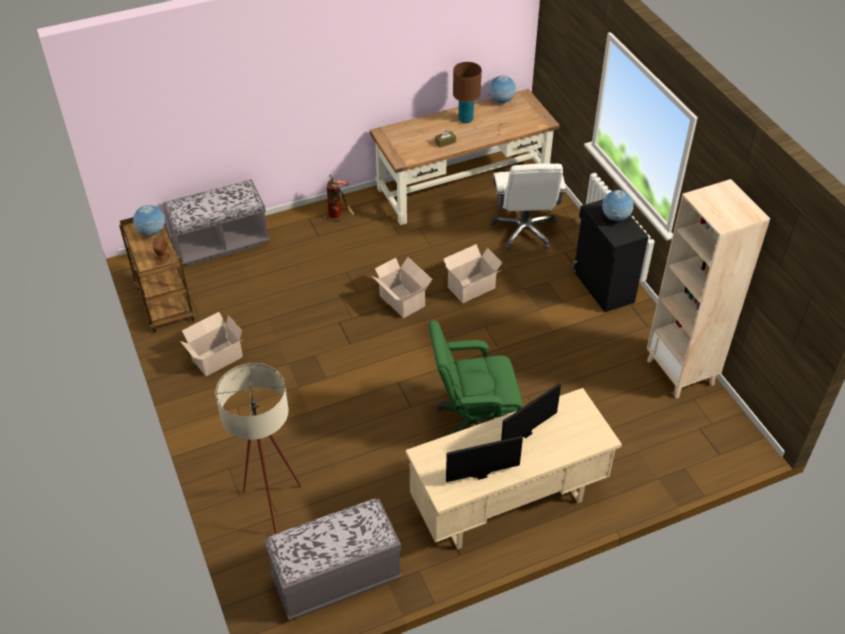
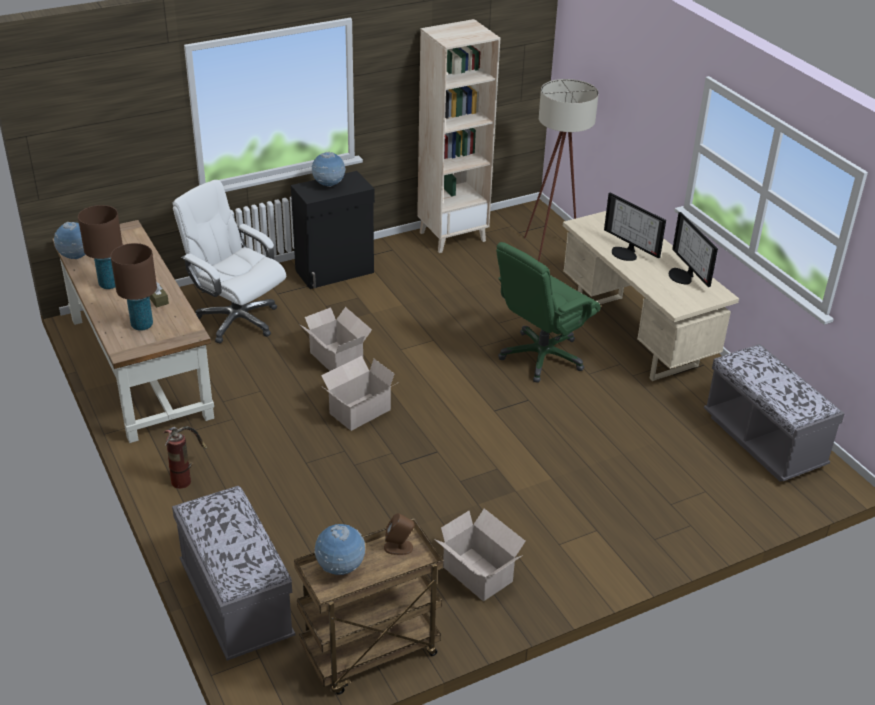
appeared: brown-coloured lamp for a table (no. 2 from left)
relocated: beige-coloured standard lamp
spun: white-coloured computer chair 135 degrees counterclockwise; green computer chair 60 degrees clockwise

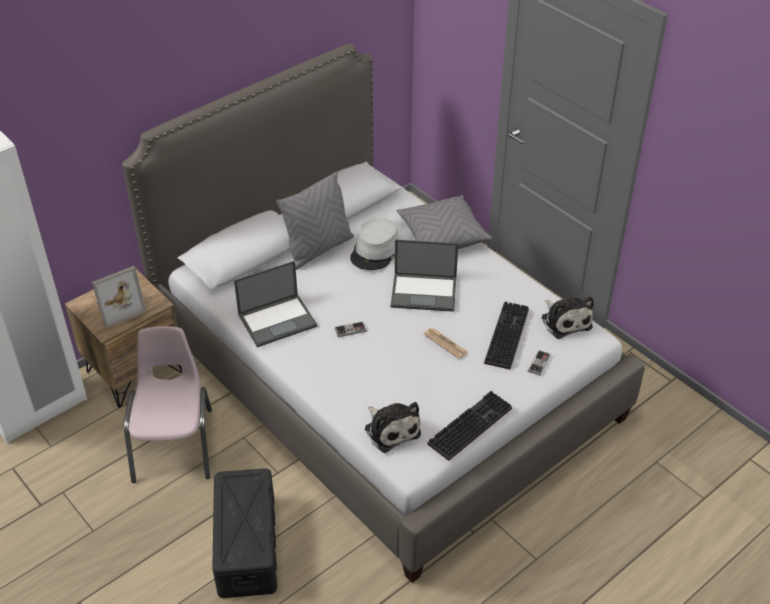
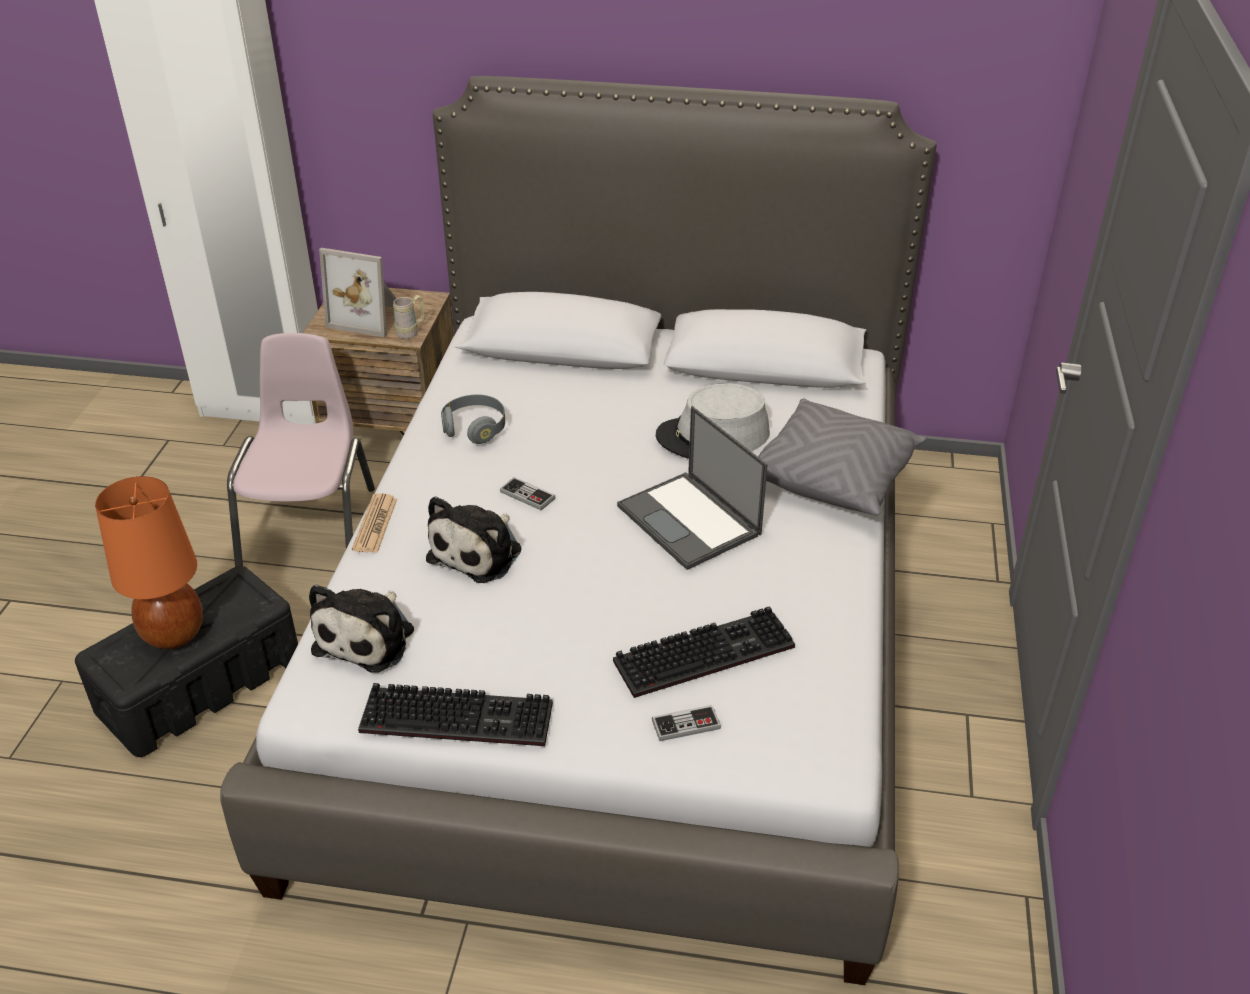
missing: grey throw pillow (no. 1 from left)
appeared: beige-coloured mug; orange-coloured lamp for a table
relocated: cuddly toy (no. 2 from left); newspaper
exchanged: portable computer (no. 1 from left) to grey headset
spun: pink chair 45 degrees counterclockwise

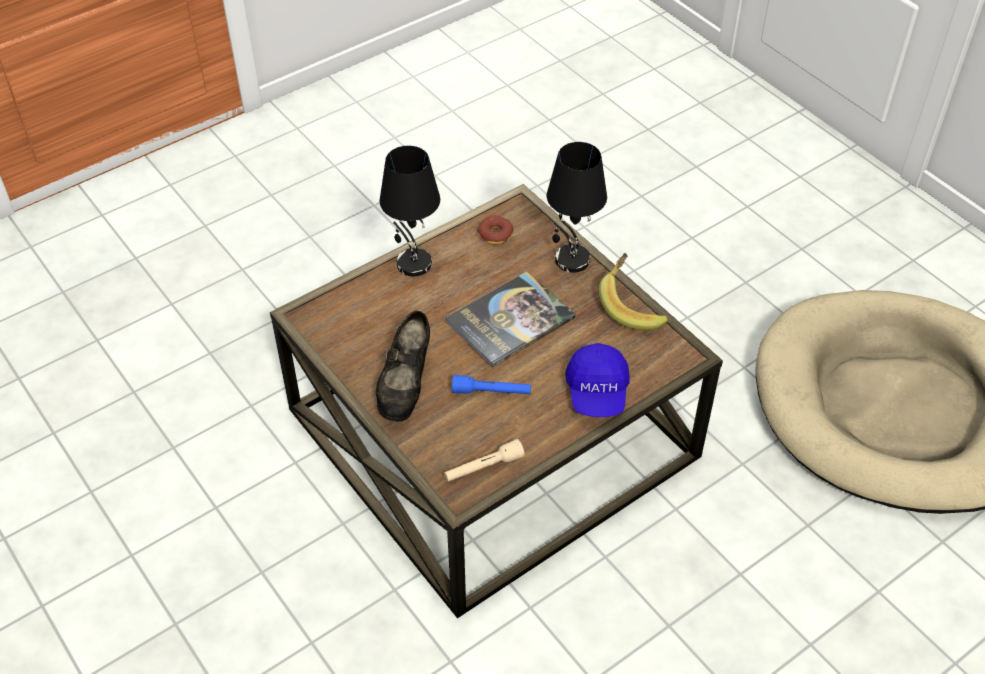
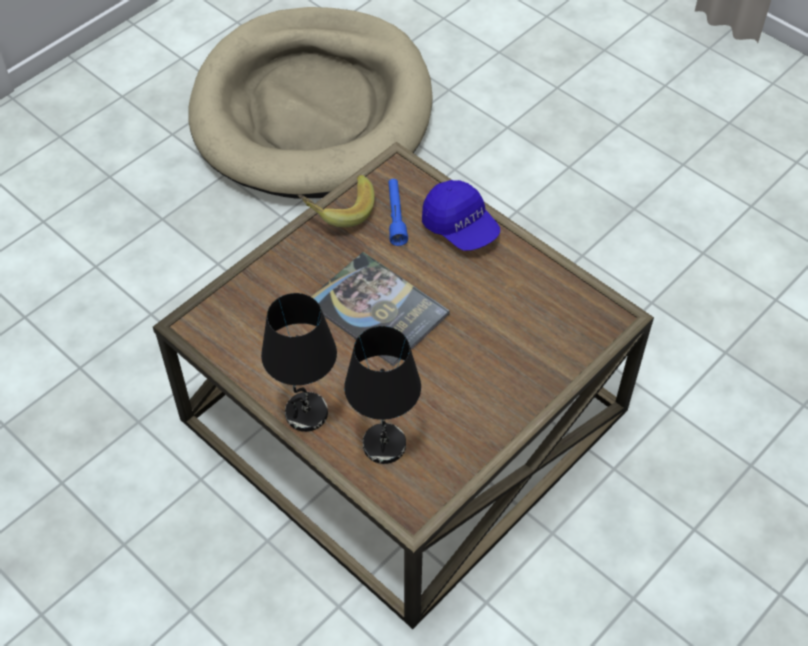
missing: donut; blackish low shoe; beige-coloured flashlight
relocated: blackish lamp for a table (no. 2 from left); blue flashlight
spun: blue cap 60 degrees clockwise

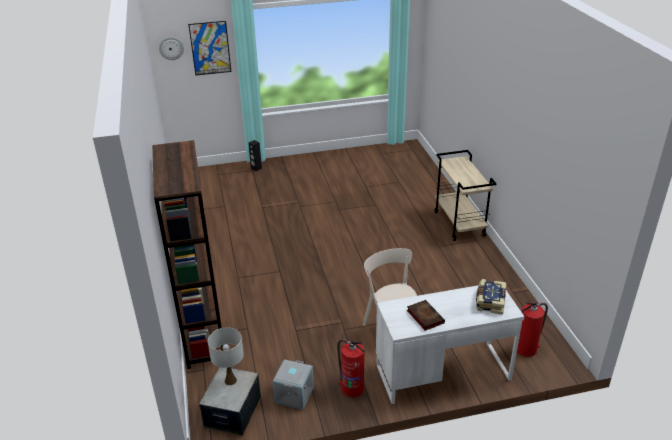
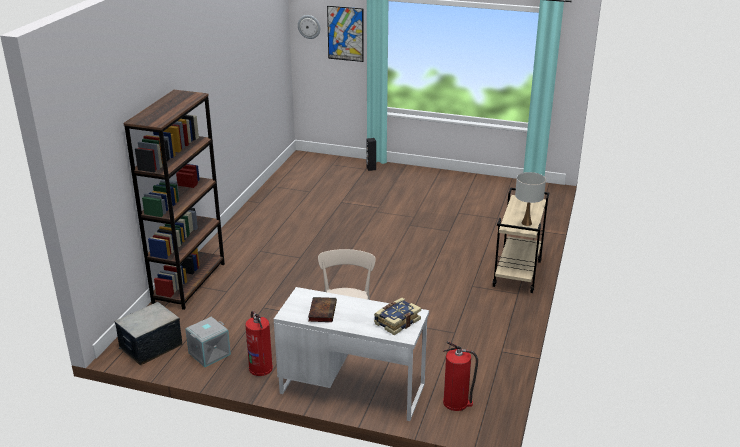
relocated: white-coloured lamp for a table

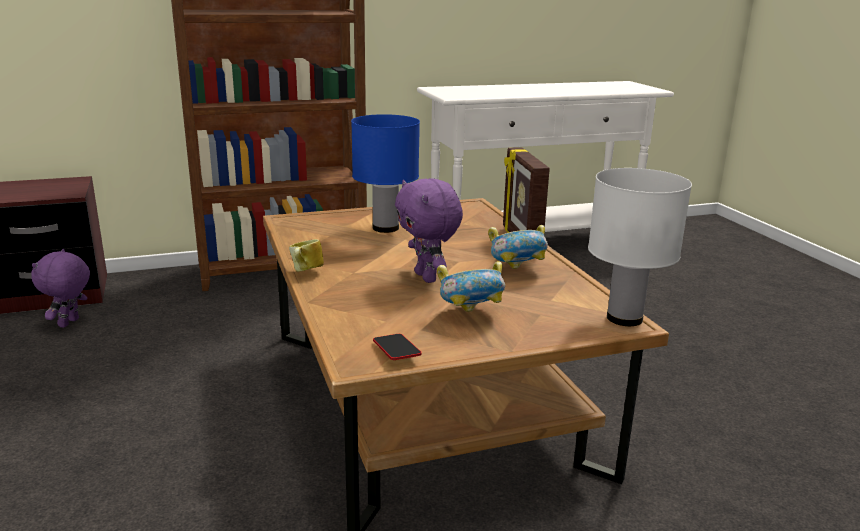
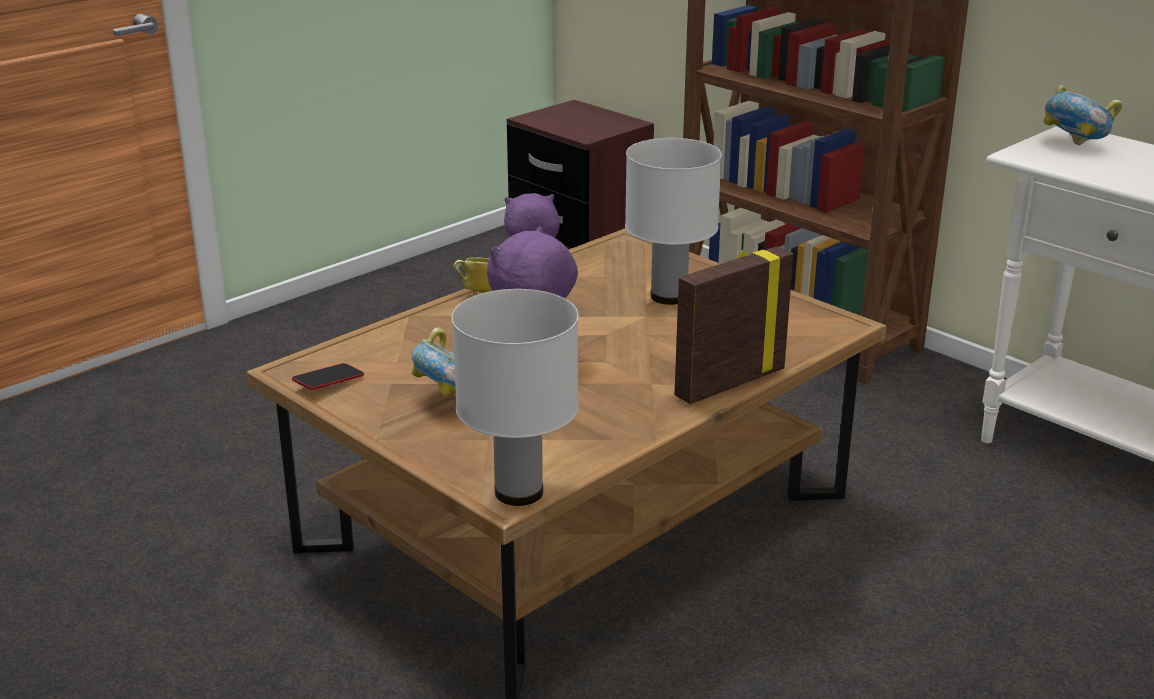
relocated: deep dish (no. 2 from left)
colour: blue lamp for a table to white-coloured lamp for a table (no. 2 from left)

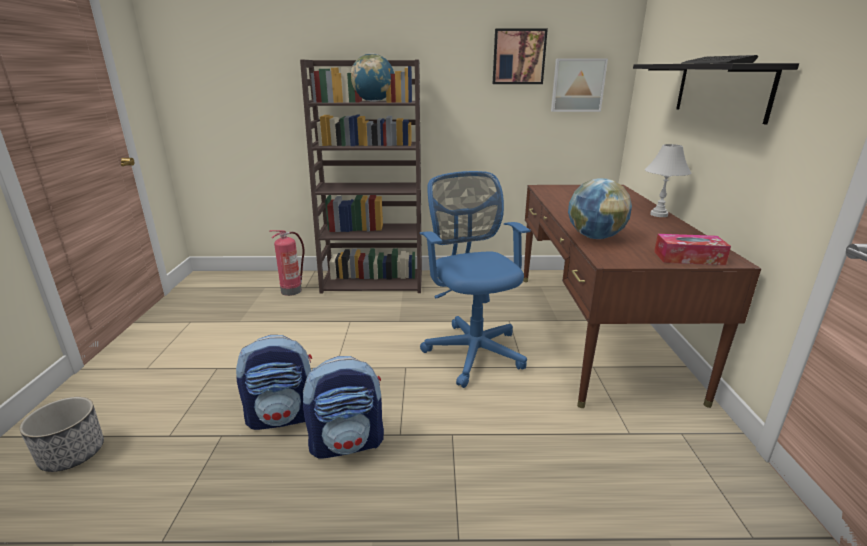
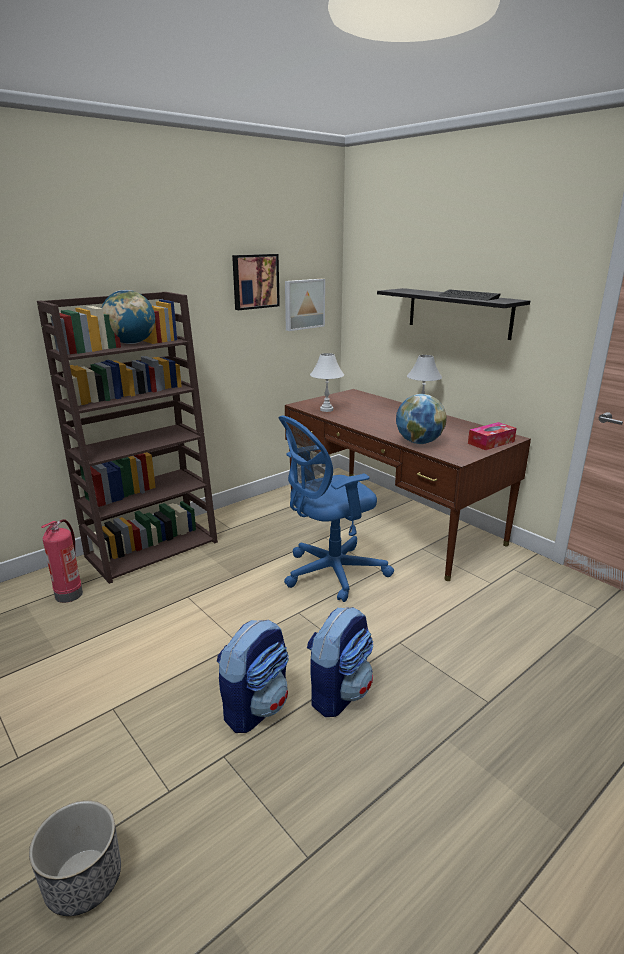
appeared: white-coloured lamp for a table (no. 1 from left)
spun: blue computer chair 60 degrees counterclockwise

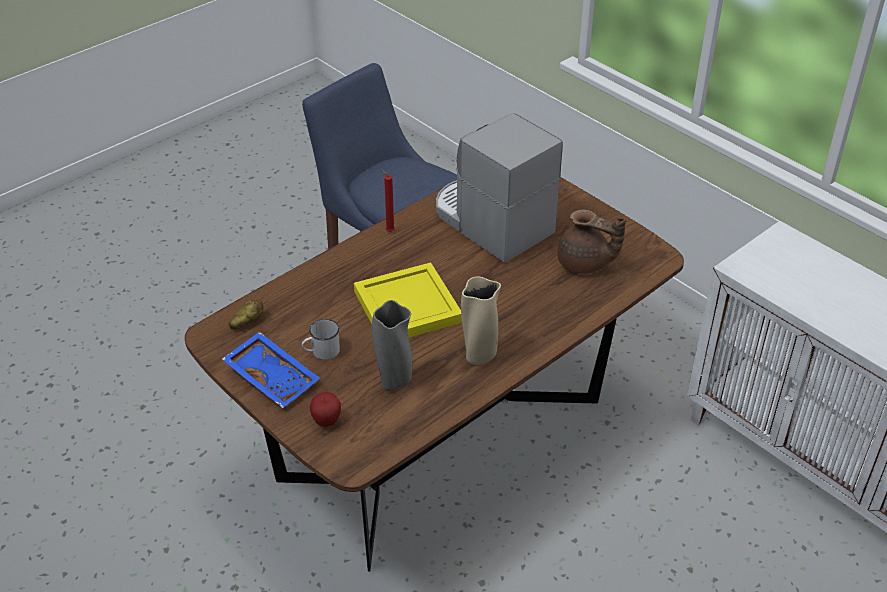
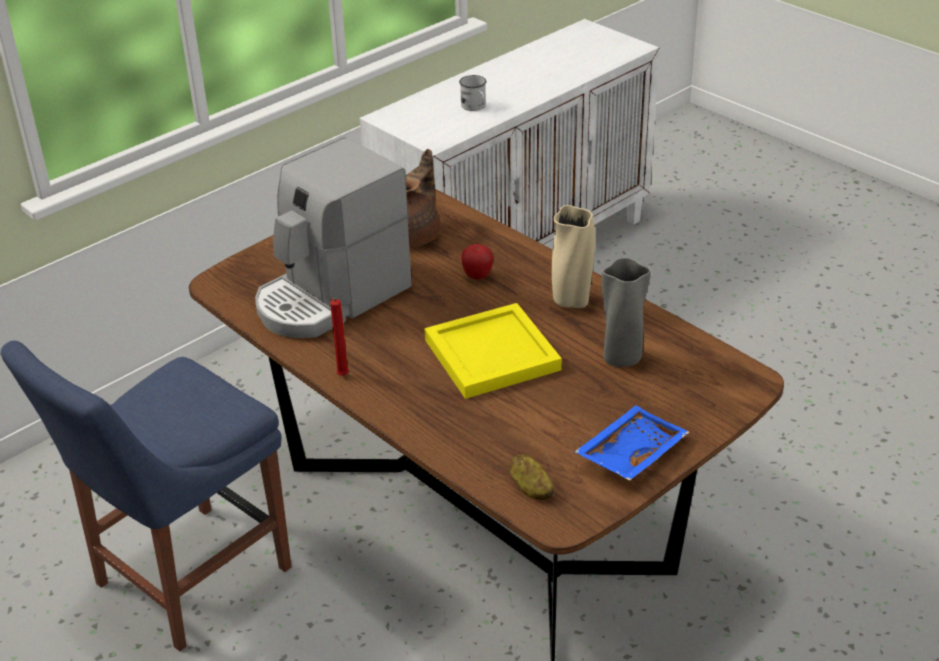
relocated: white-coloured mug; apple

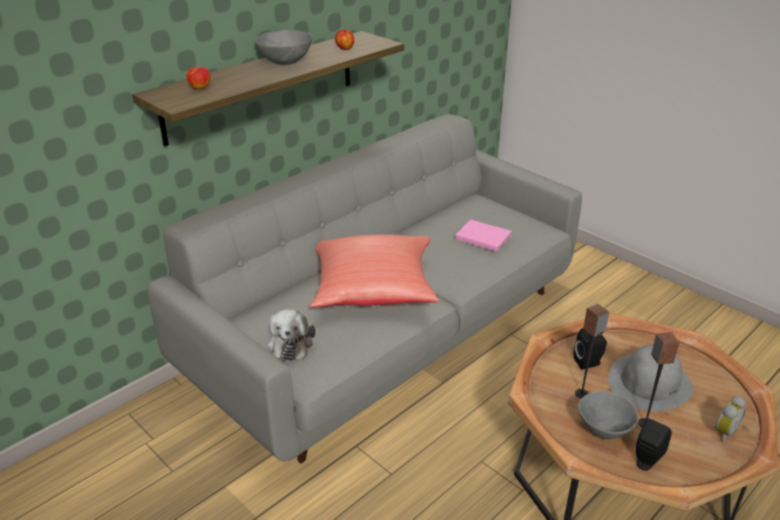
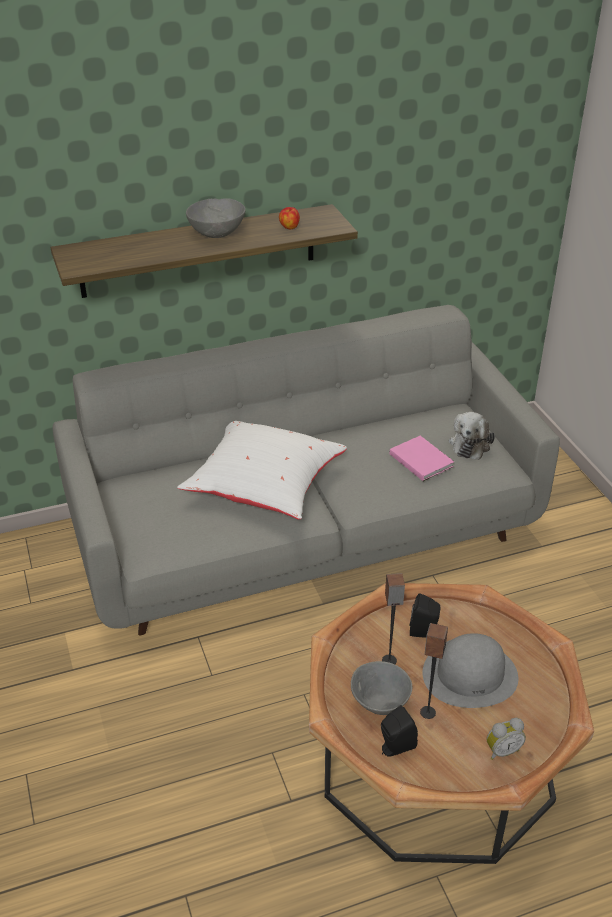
missing: apple (no. 1 from left)
relocated: cuddly toy
colour: reddish throw pillow to white-coloured throw pillow

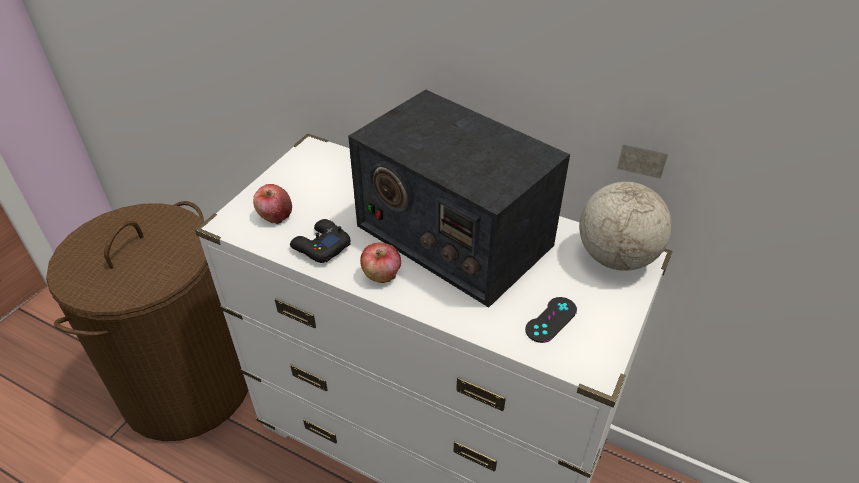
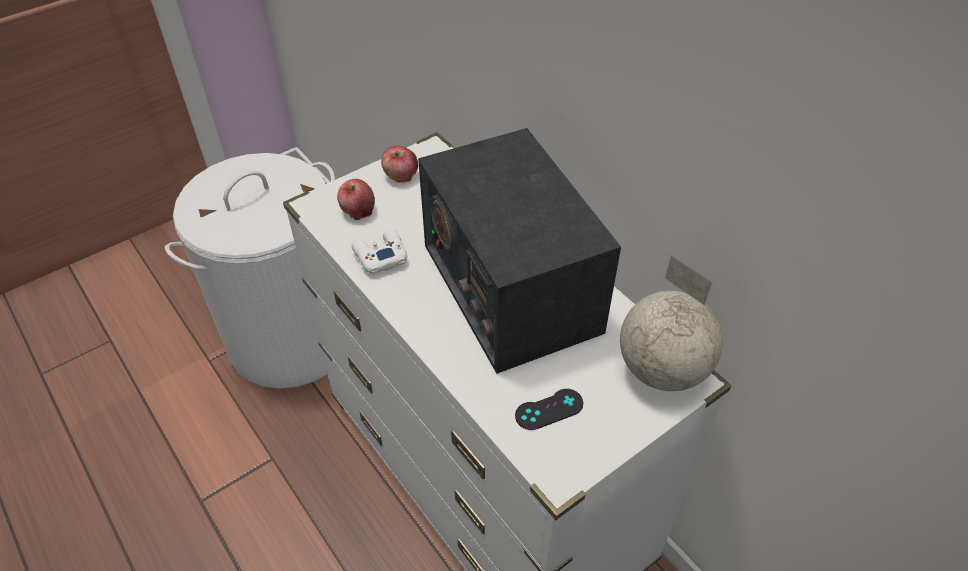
relocated: apple (no. 2 from left)
colour: brown-coloured laundry basket to white-coloured laundry basket; blackish gamepad (no. 1 from left) to white-coloured gamepad

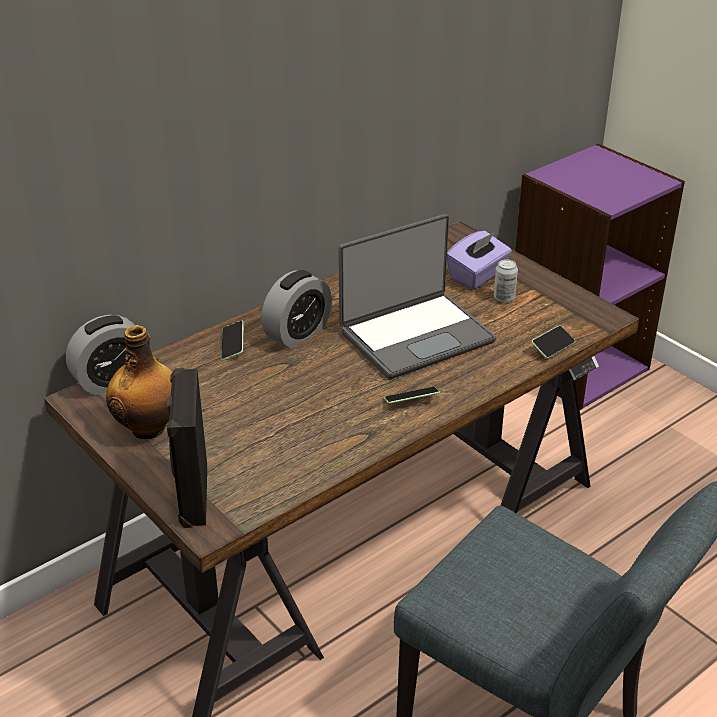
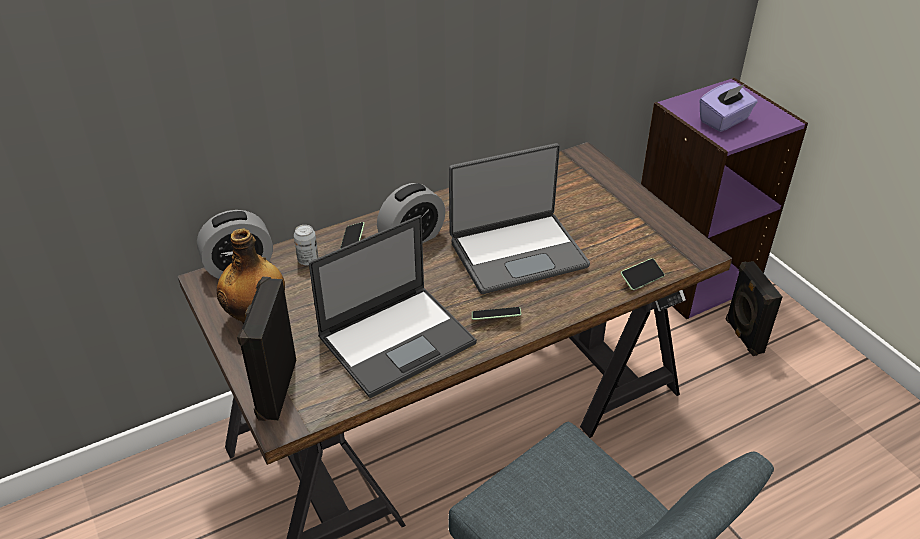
appeared: portable computer (no. 1 from left); blackish audio speaker (no. 2 from left)
relocated: purplish box of tissues; can

